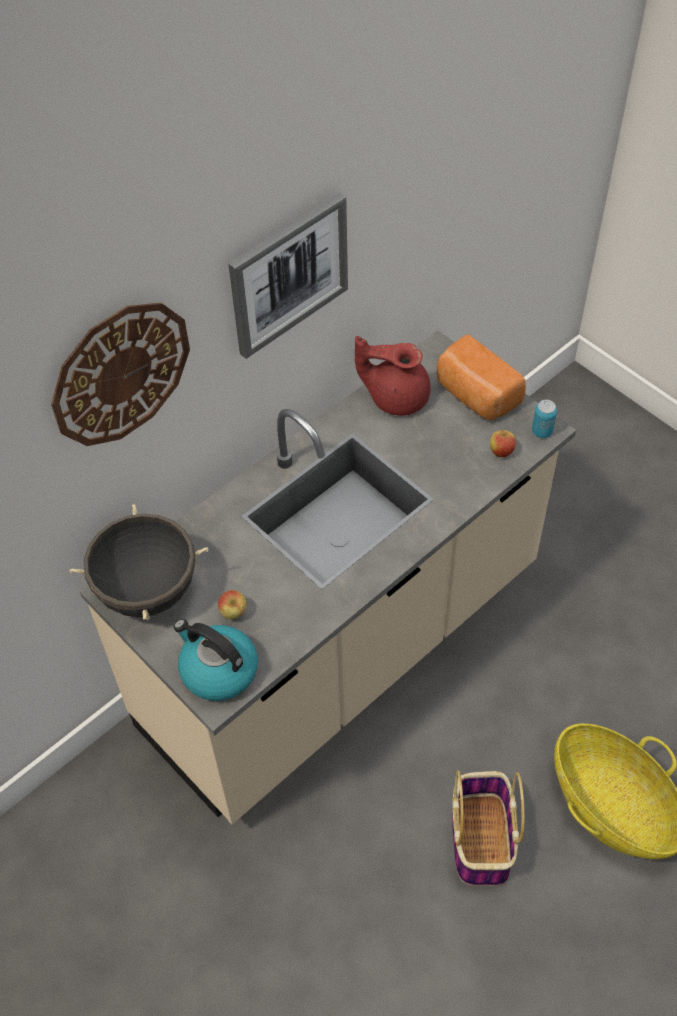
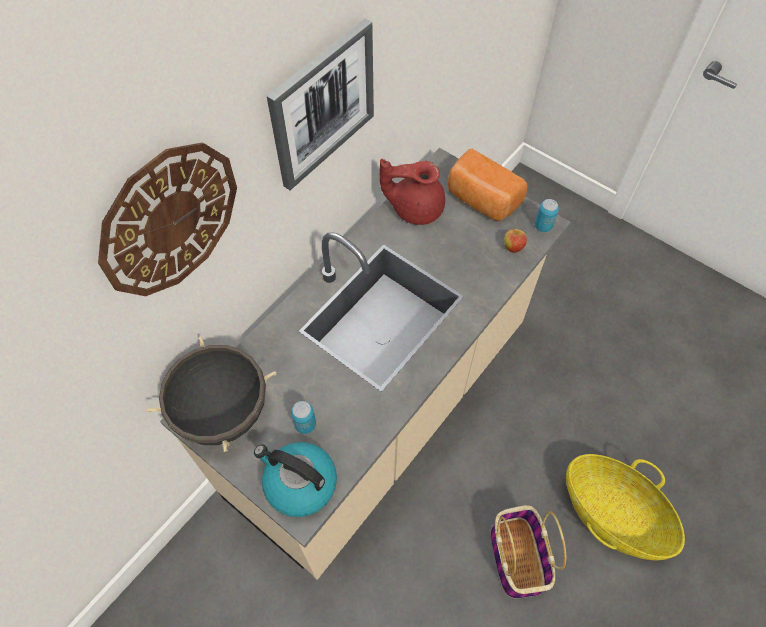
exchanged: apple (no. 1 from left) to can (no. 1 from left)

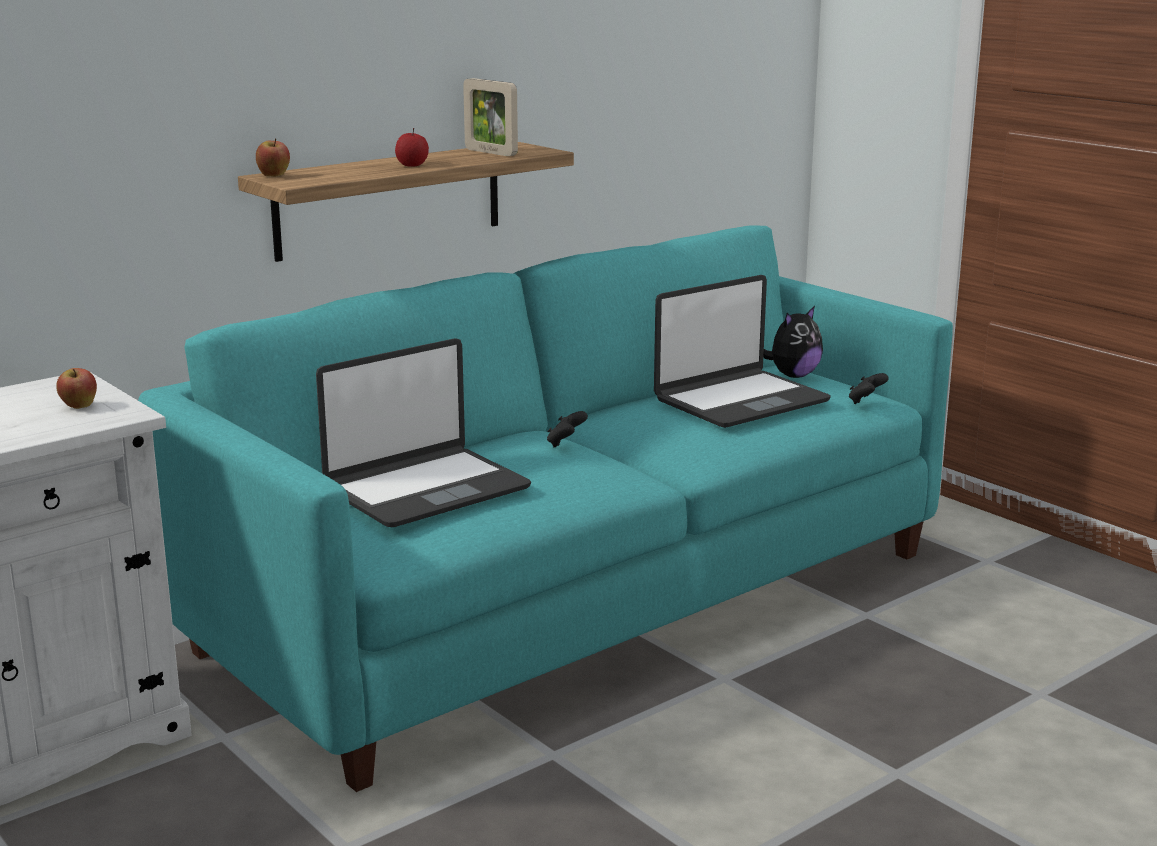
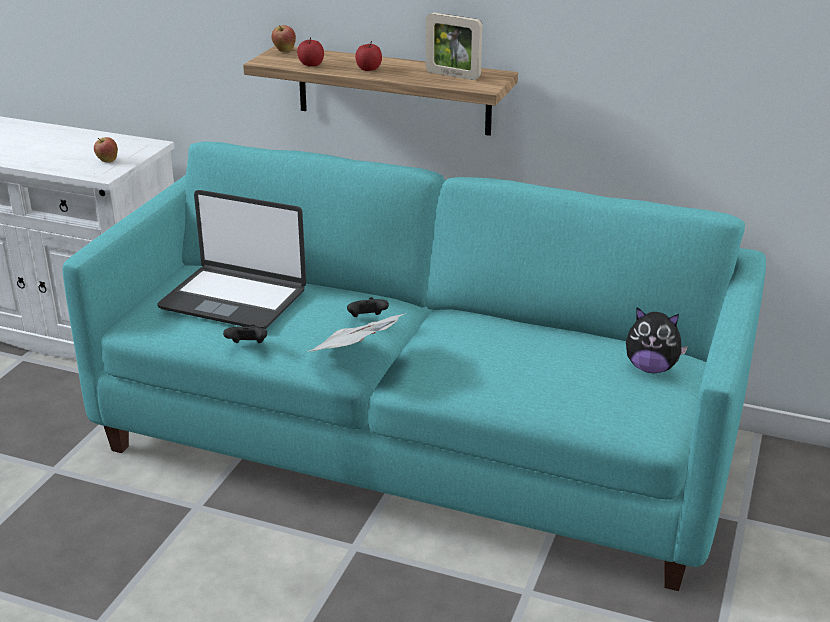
missing: portable computer (no. 2 from left)
appeared: apple (no. 3 from left); newspaper
relocated: blackish gamepad (no. 2 from left in the first image) to blackish gamepad (no. 1 from left)
spun: standing frame 75 degrees counterclockwise

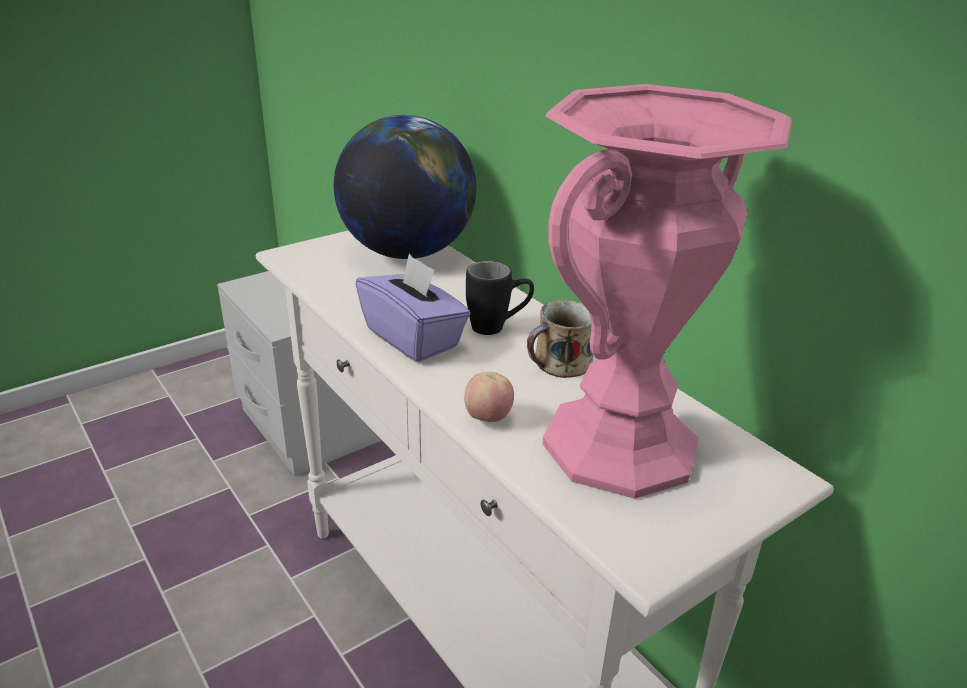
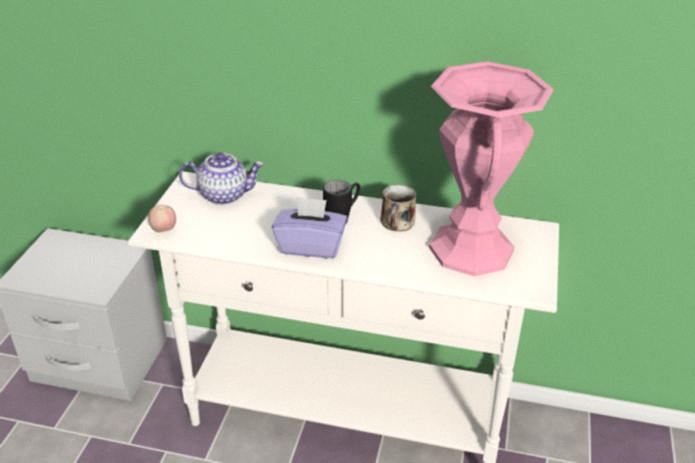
relocated: apple
exchanged: globe to teapot

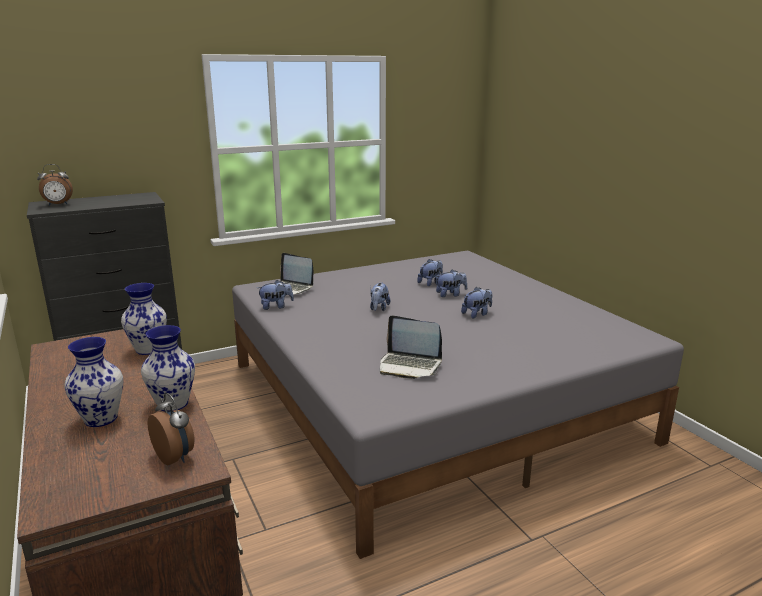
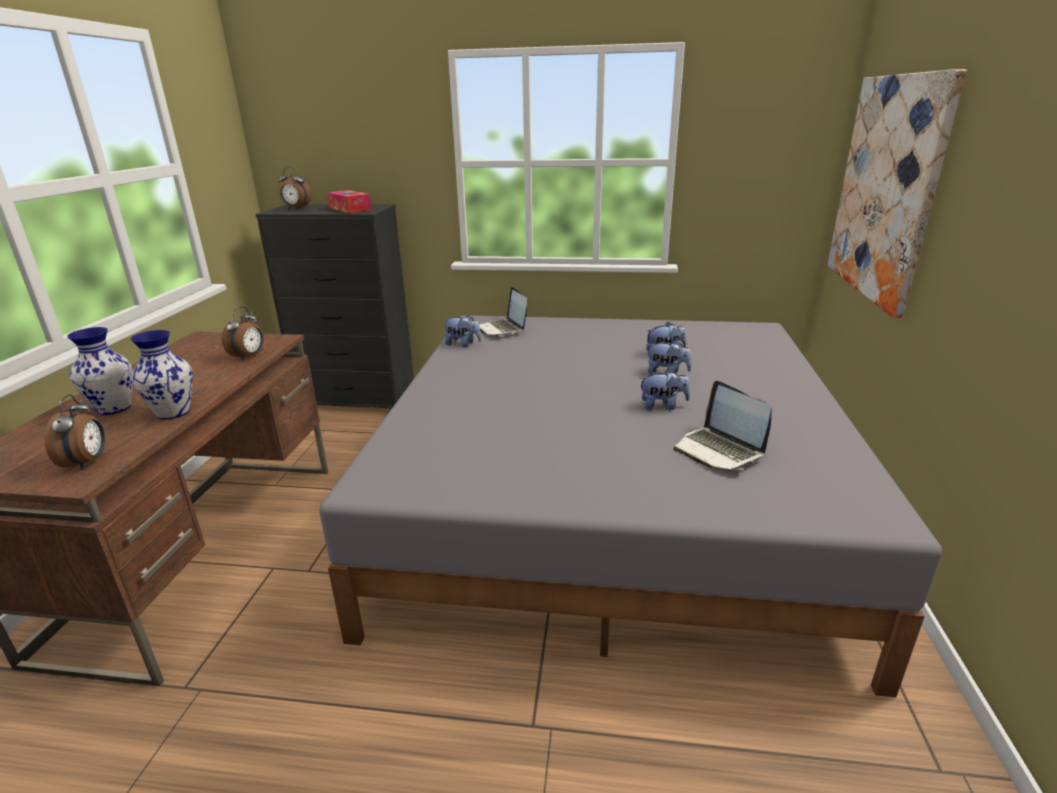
missing: cuddly toy (no. 2 from left)
appeared: wall art; box of tissues
relocated: portable computer (no. 2 from left)
exchanged: flower vase (no. 2 from left) to bedside clock (no. 2 from left)

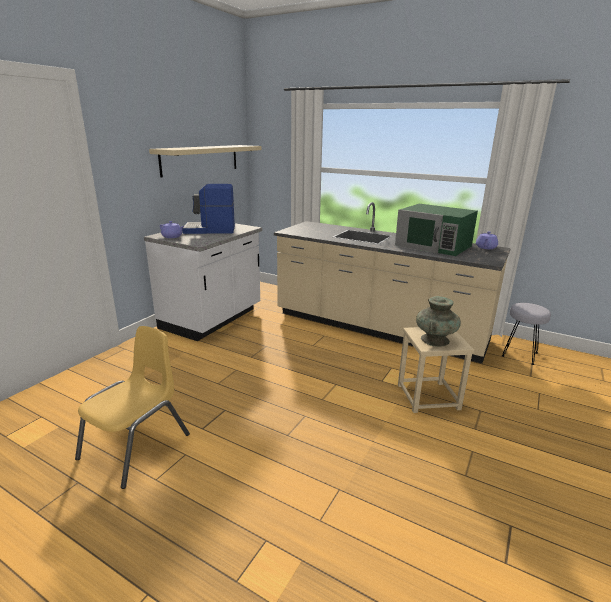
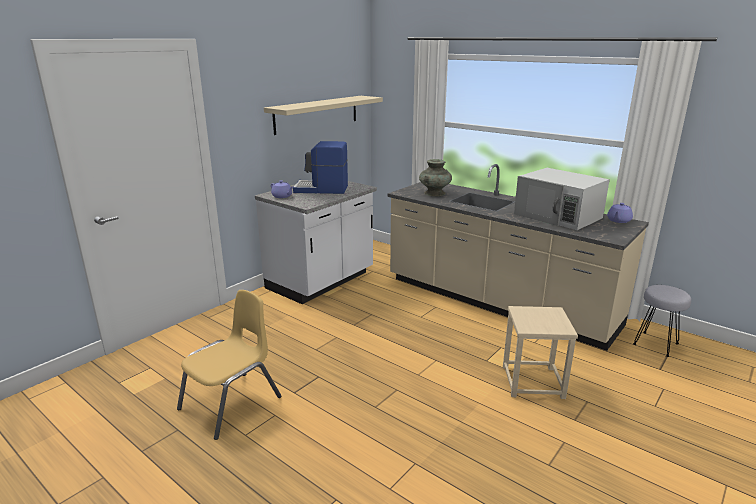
relocated: turquoise flower vase
colour: green kitchen microwave to white-coloured kitchen microwave

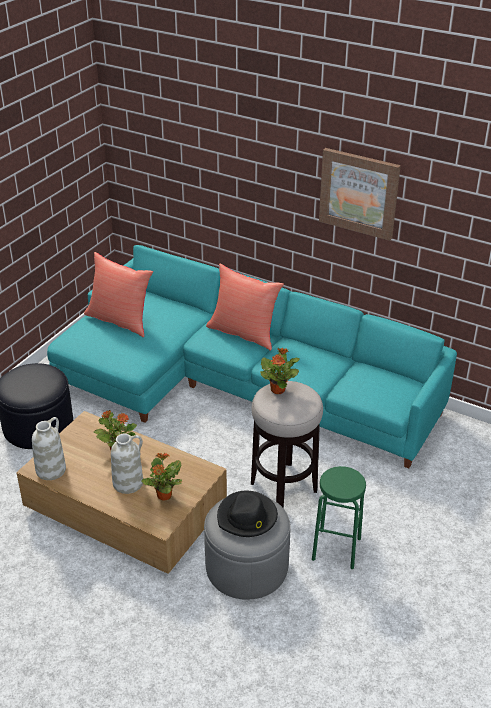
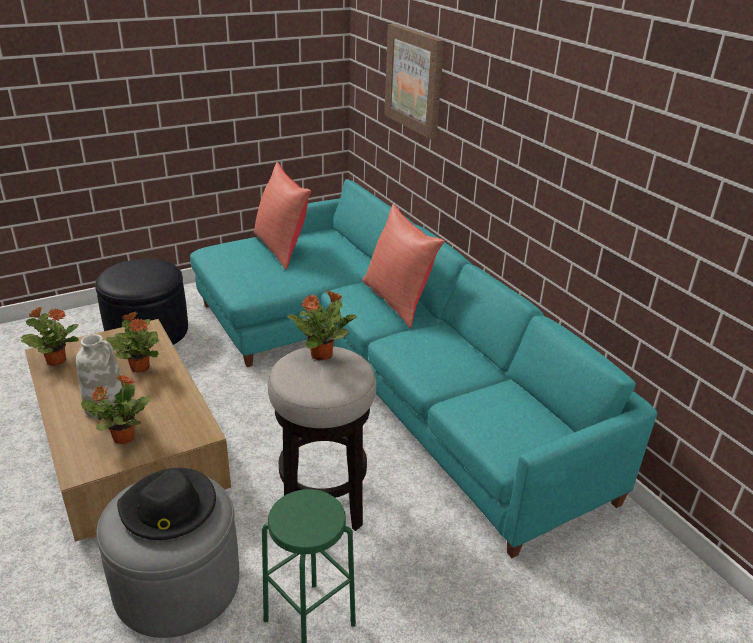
relocated: wall art
exchanged: white-coloured flower vase (no. 1 from left) to potted plant (no. 1 from left)

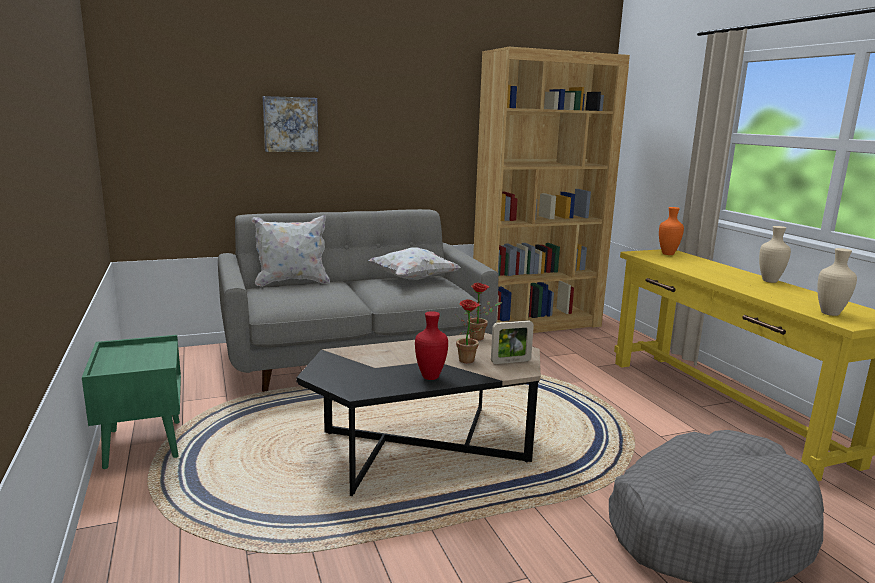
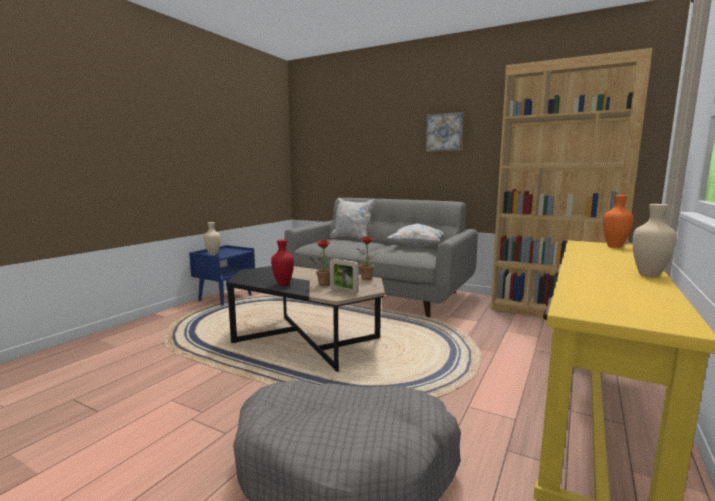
relocated: wall art; beige-coloured flower vase (no. 2 from left in the first image) to beige-coloured flower vase (no. 1 from left)
colour: green nightstand to blue nightstand

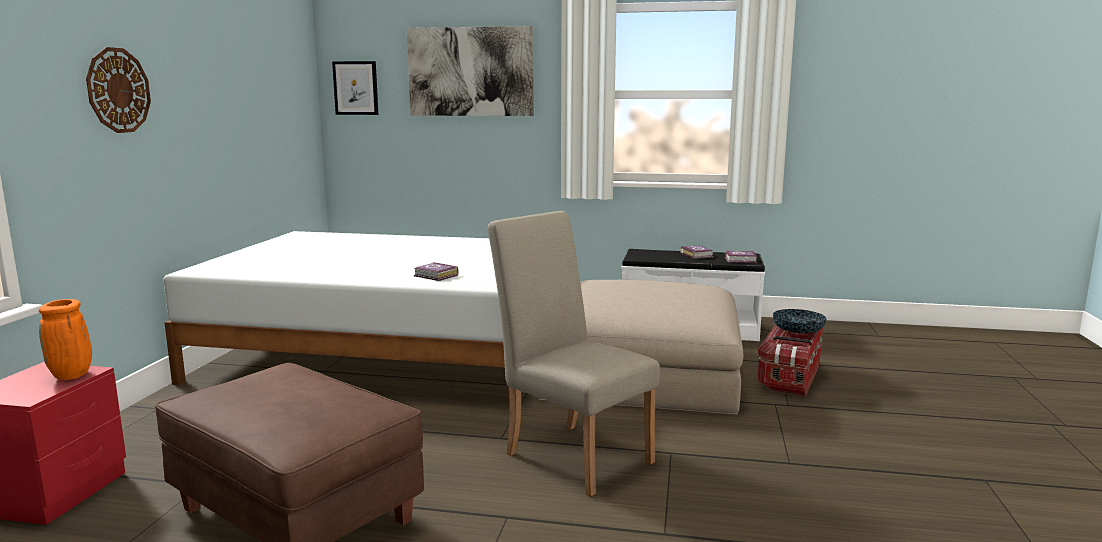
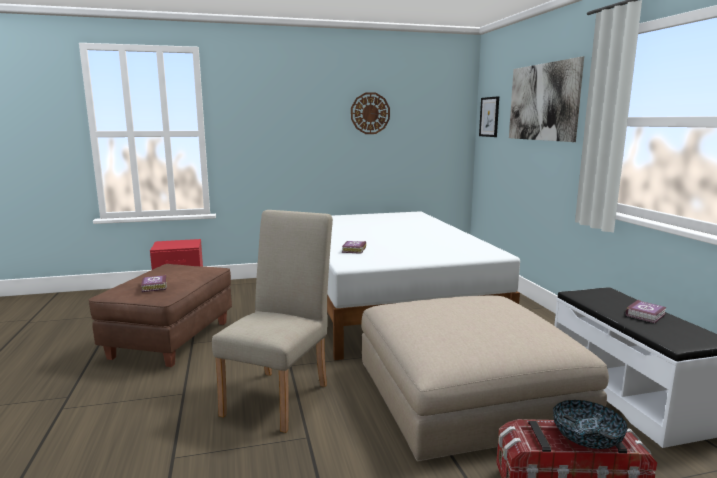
missing: orange-coloured flower vase
relocated: hanging clock; bound book (no. 3 from left in the first image) to bound book (no. 1 from left)

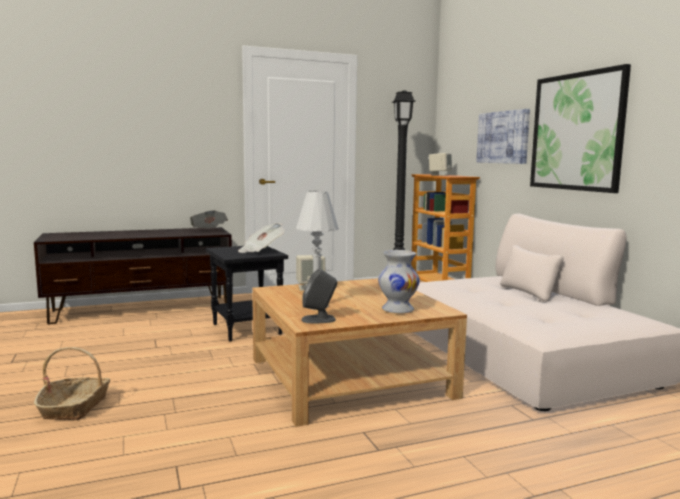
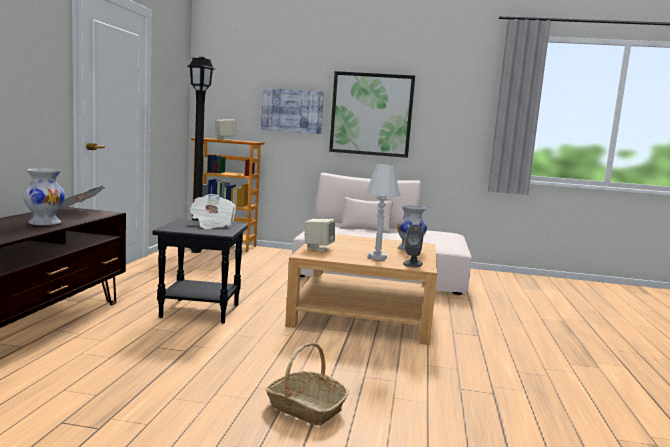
appeared: white-coloured flower vase (no. 1 from left)

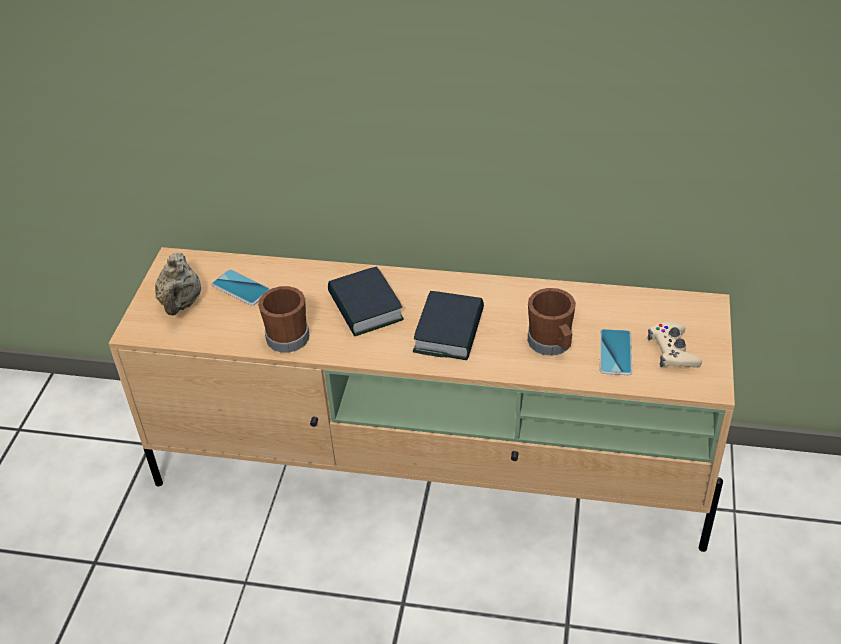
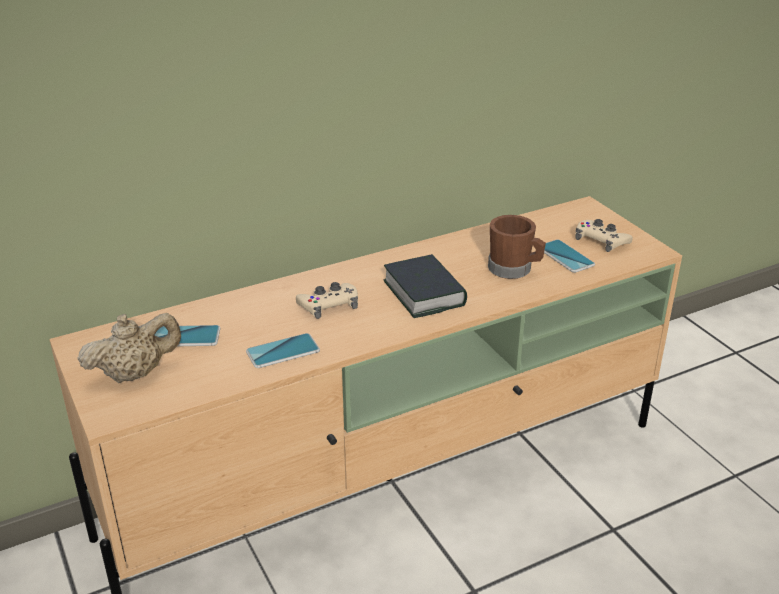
exchanged: bound book (no. 1 from left) to beige-coloured gamepad (no. 1 from left); brown-coloured mug (no. 1 from left) to phone (no. 2 from left)
spun: beige-coloured teapot 75 degrees counterclockwise

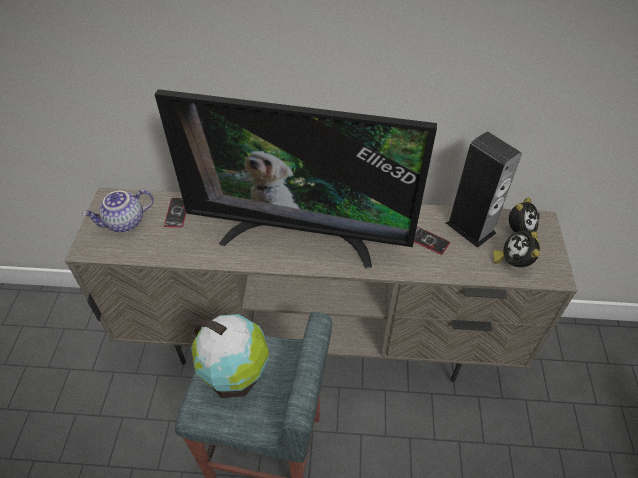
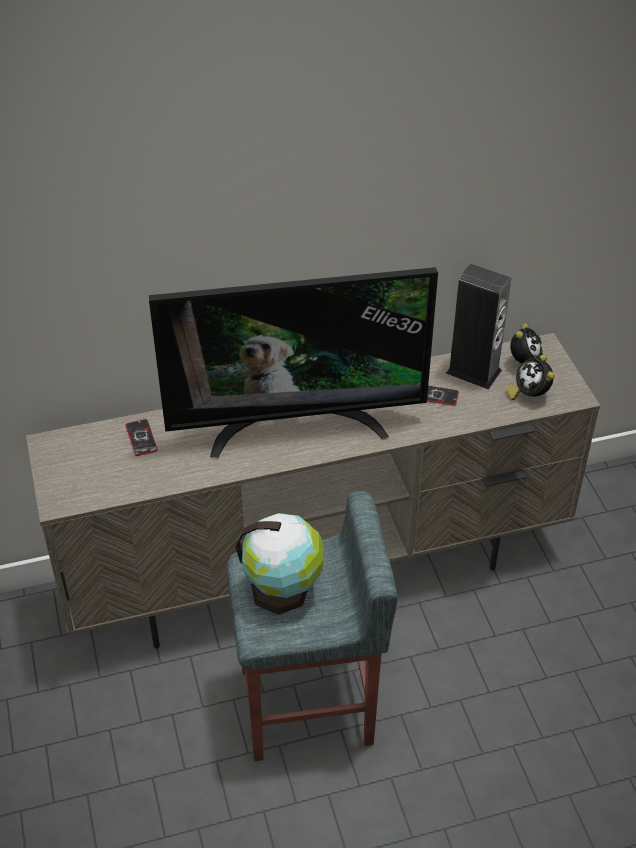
missing: teapot

